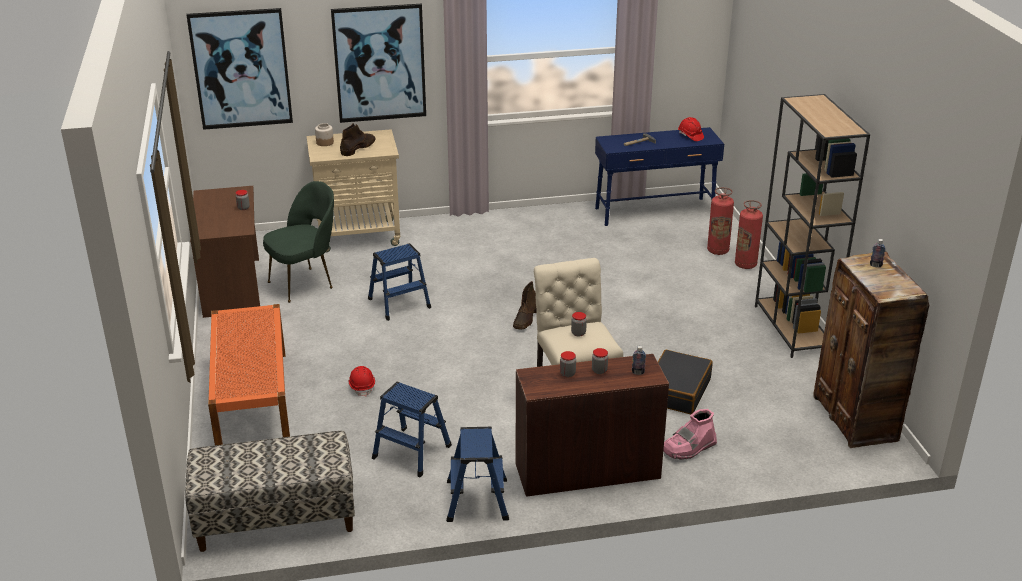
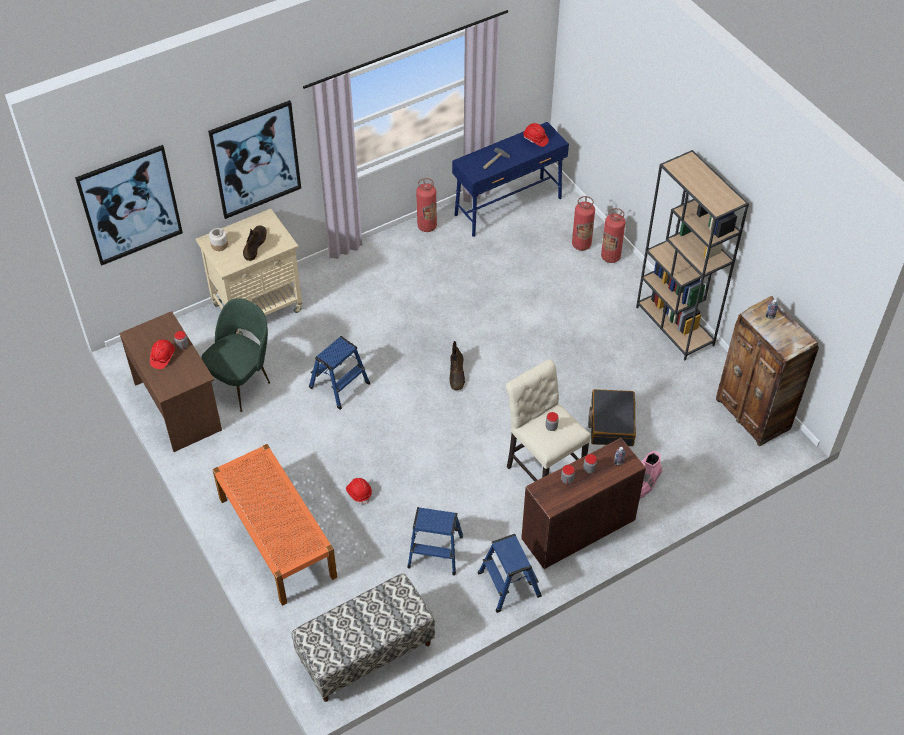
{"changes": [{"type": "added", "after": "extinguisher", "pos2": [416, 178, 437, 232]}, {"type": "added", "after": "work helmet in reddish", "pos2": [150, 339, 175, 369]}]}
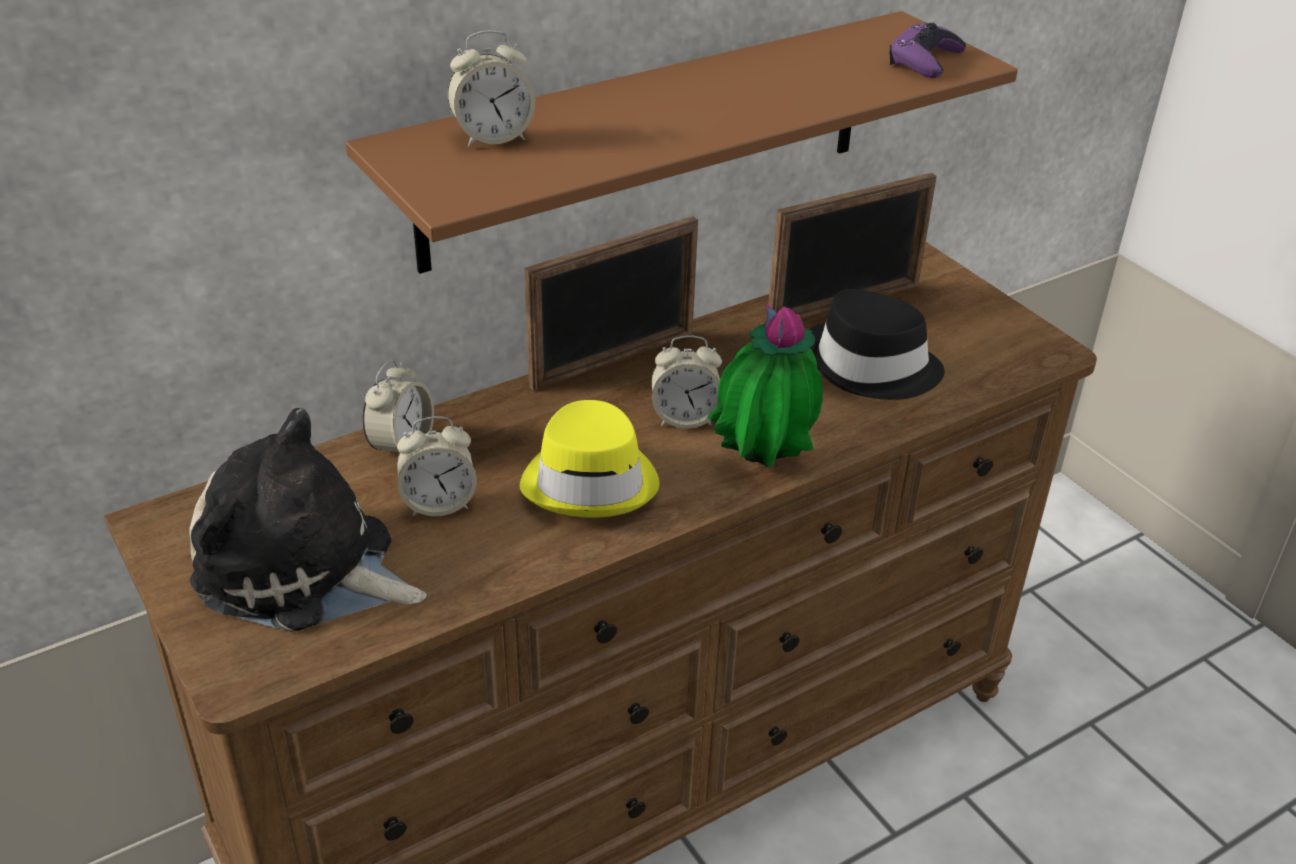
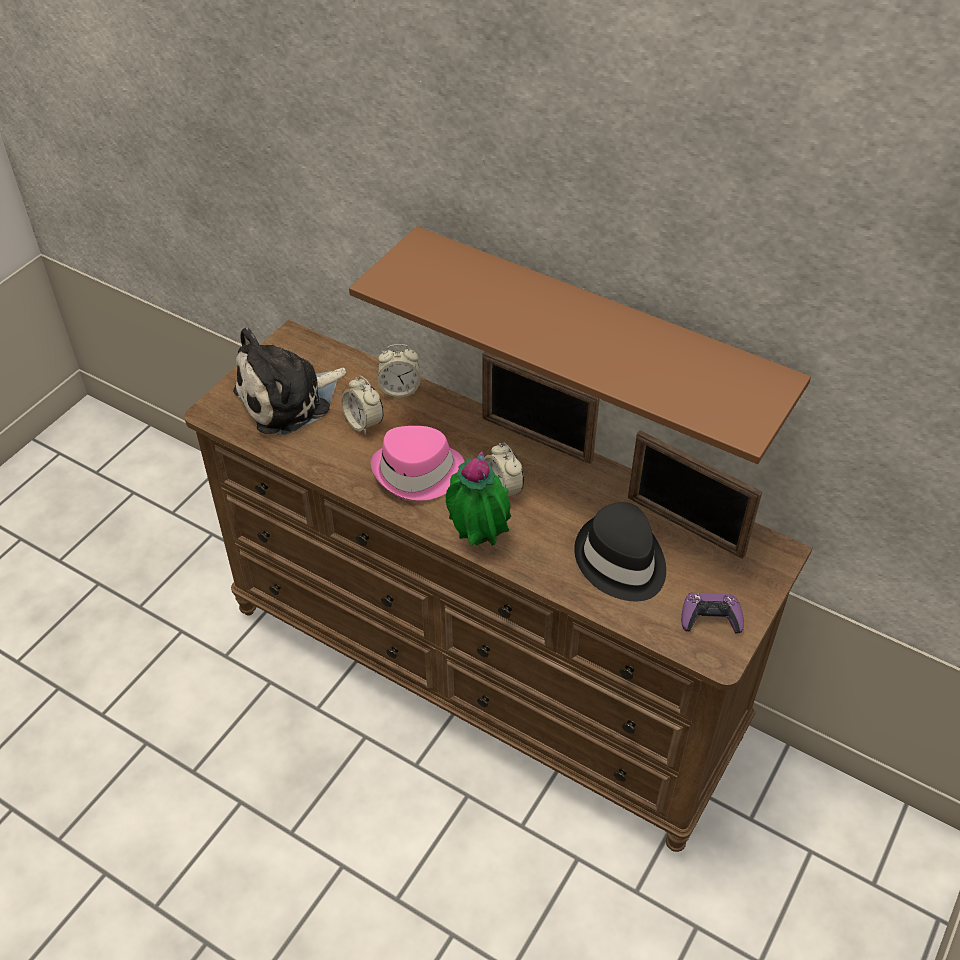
{"changes": [{"type": "moved", "before": "joypad in purple-coloured", "pos1": [889, 23, 966, 78], "pos2": [681, 593, 744, 634]}, {"type": "removed", "before": "alarm clock", "pos1": [448, 30, 535, 148]}, {"type": "recoloured", "before": "wearable hat in yellow-coloured", "after": "wearable hat in pink-coloured", "pos1": [520, 400, 659, 518], "pos2": [370, 426, 465, 501]}, {"type": "turned", "before": "cuddly toy", "pos1": [190, 408, 427, 632], "pos2": [233, 327, 346, 435], "turn": -120}]}
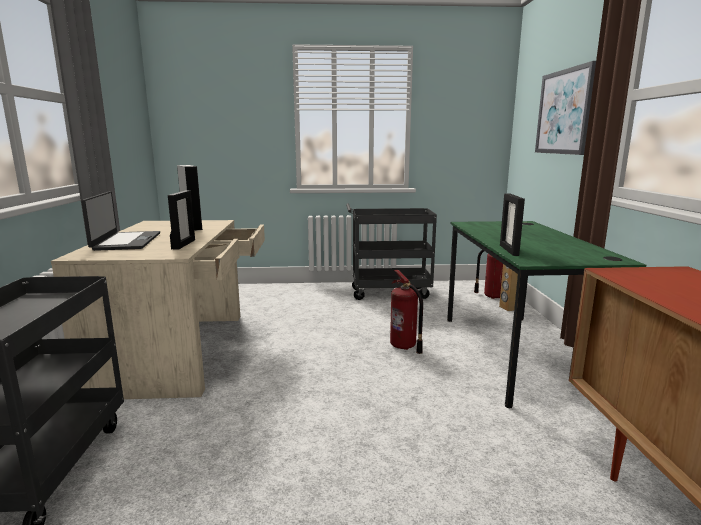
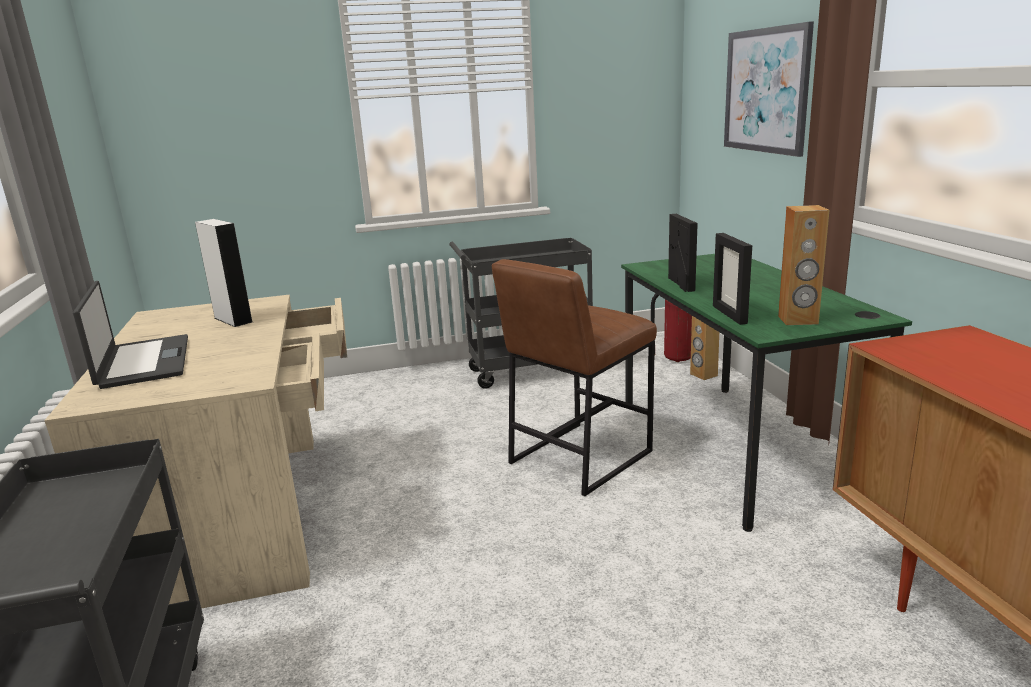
{"changes": [{"type": "moved", "before": "standing frame", "pos1": [168, 190, 195, 250], "pos2": [668, 214, 698, 292]}, {"type": "replaced", "before": "extinguisher", "after": "plain chair in brown", "pos1": [390, 269, 423, 354], "pos2": [492, 259, 657, 496]}, {"type": "added", "after": "loudspeaker in brown", "pos2": [778, 205, 829, 325]}]}
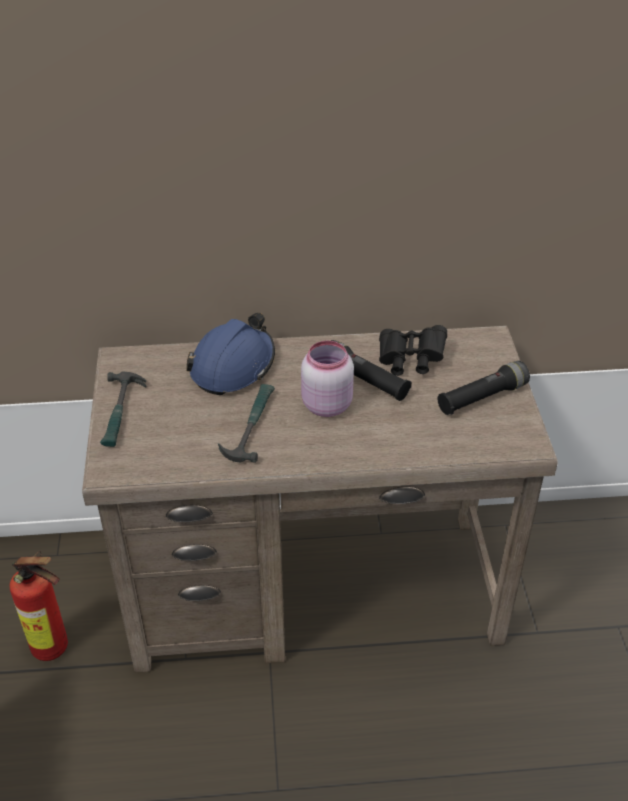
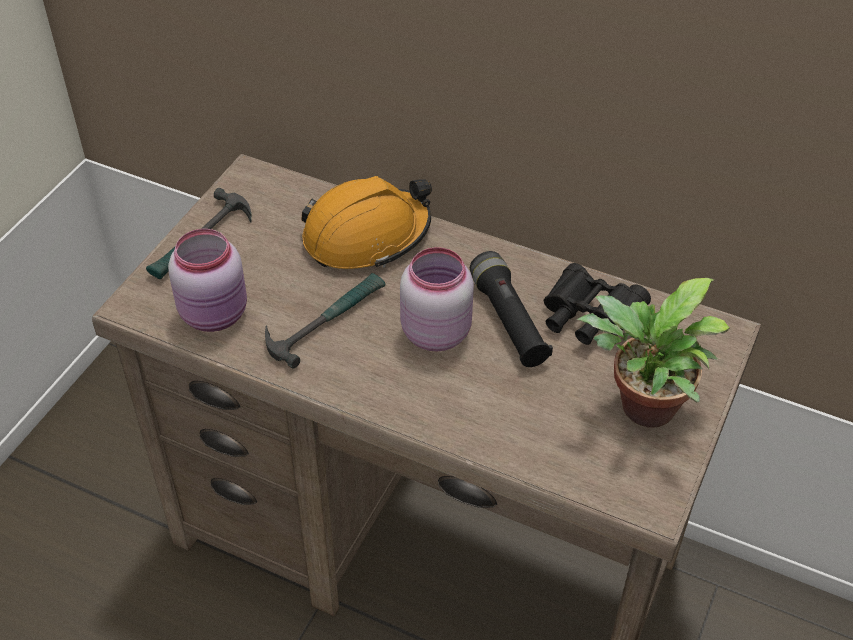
{"changes": [{"type": "recoloured", "before": "work helmet in blue", "after": "work helmet in orange", "pos1": [186, 313, 275, 395], "pos2": [301, 176, 432, 269]}, {"type": "replaced", "before": "flashlight in black-coloured", "after": "plant in a pot", "pos1": [438, 361, 530, 415], "pos2": [577, 278, 730, 427]}, {"type": "removed", "before": "extinguisher", "pos1": [10, 551, 68, 661]}, {"type": "added", "after": "preserve jar in pink-coloured", "pos2": [168, 229, 247, 332]}]}
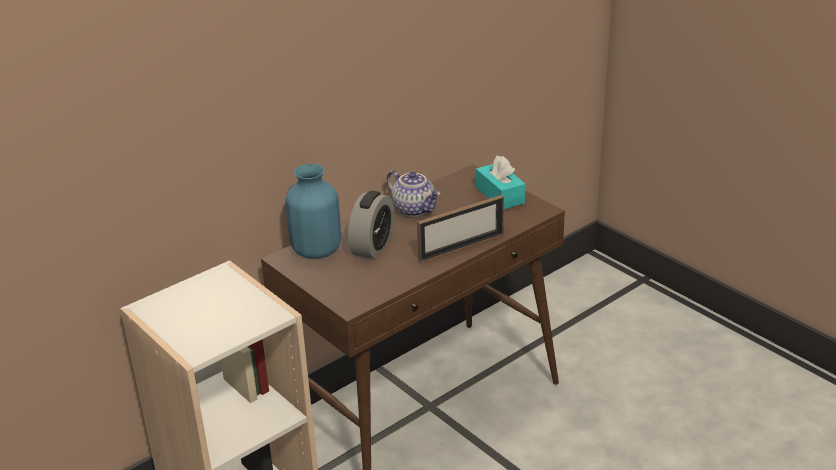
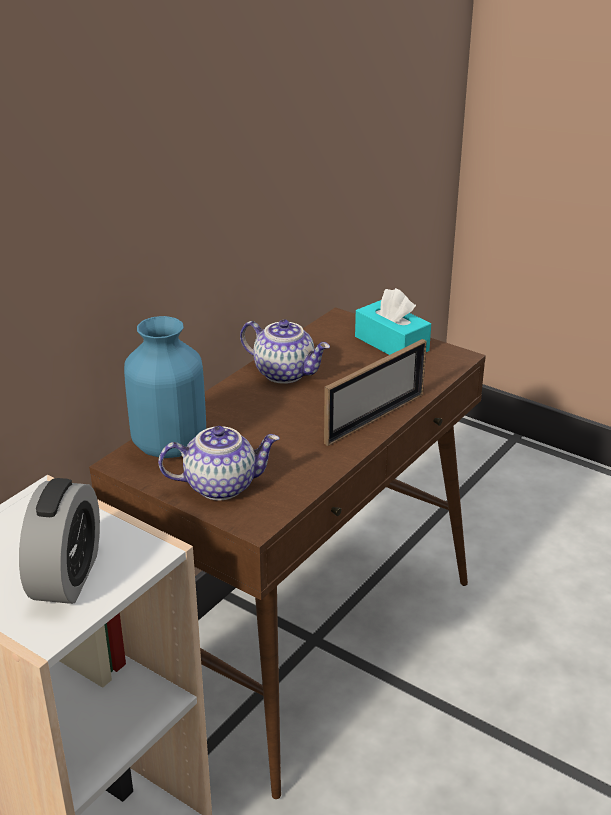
{"changes": [{"type": "moved", "before": "alarm clock", "pos1": [348, 191, 395, 259], "pos2": [19, 478, 100, 604]}, {"type": "added", "after": "pot for tea", "pos2": [158, 426, 280, 500]}]}
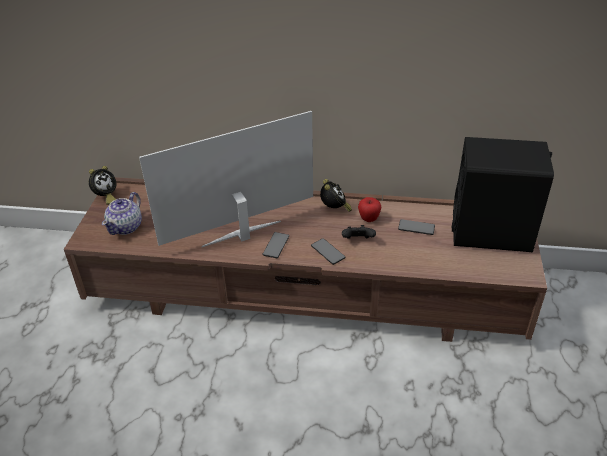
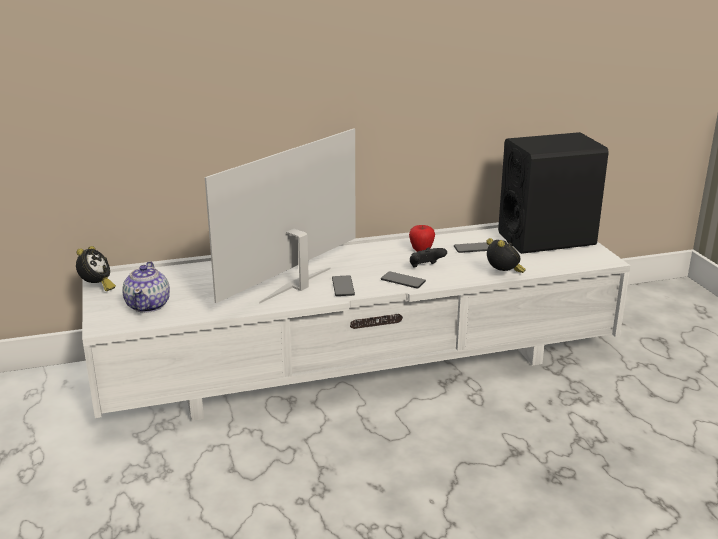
{"changes": [{"type": "recoloured", "before": "media console in brown", "after": "media console in white", "pos1": [64, 177, 547, 342], "pos2": [82, 222, 631, 421]}, {"type": "moved", "before": "alarm clock", "pos1": [320, 179, 352, 212], "pos2": [486, 238, 526, 273]}]}
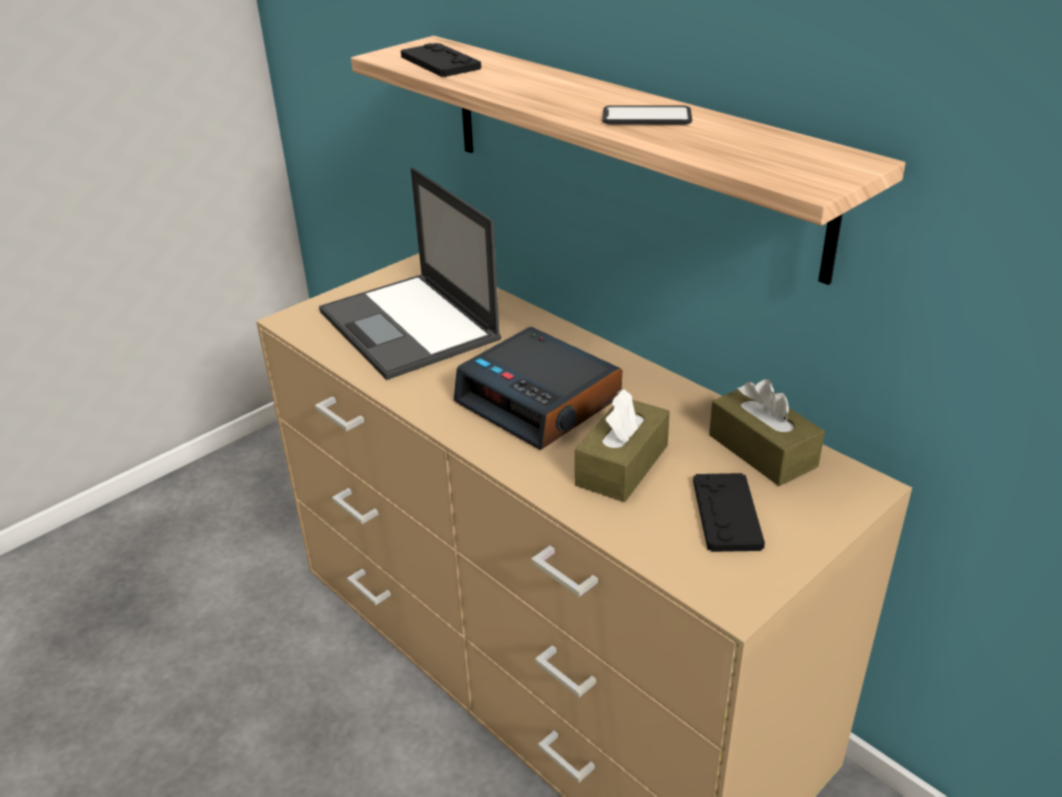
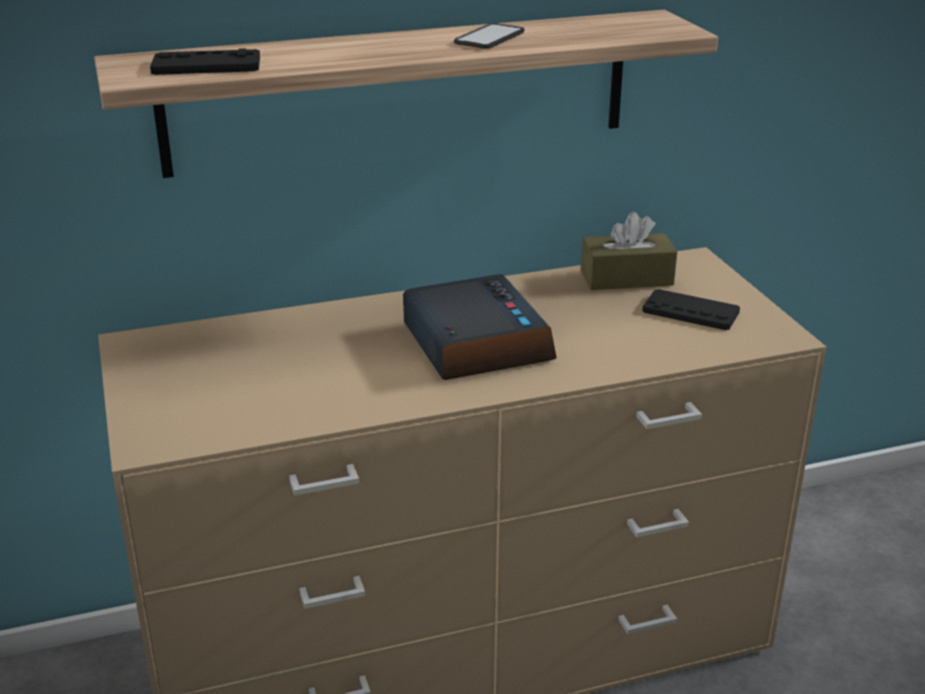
{"changes": [{"type": "removed", "before": "notebook computer", "pos1": [319, 168, 501, 380]}, {"type": "turned", "before": "alarm clock", "pos1": [454, 327, 622, 450], "pos2": [403, 274, 557, 380], "turn": -90}, {"type": "removed", "before": "box of tissues in brown", "pos1": [575, 389, 670, 502]}]}
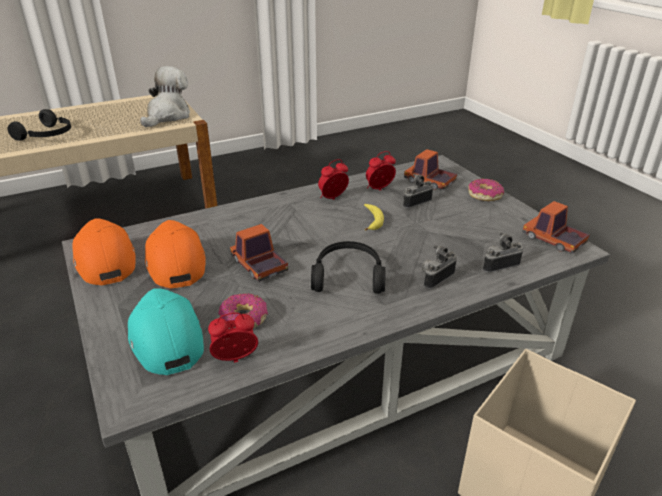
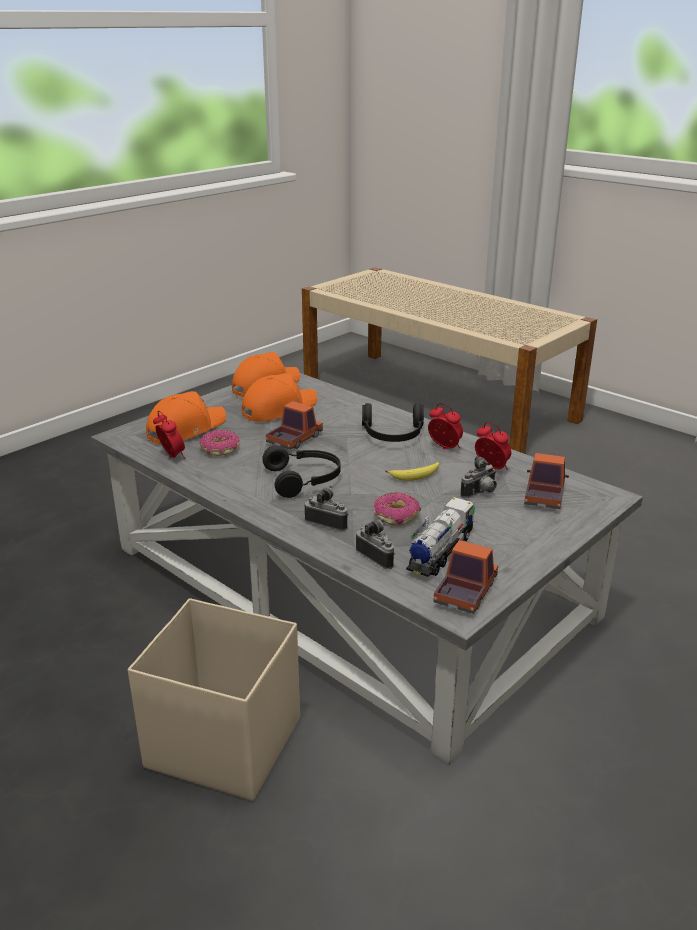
{"changes": [{"type": "removed", "before": "cuddly toy", "pos1": [140, 66, 190, 127]}, {"type": "moved", "before": "headphones in black-coloured", "pos1": [8, 109, 71, 141], "pos2": [362, 403, 424, 442]}, {"type": "turned", "before": "photo camera", "pos1": [403, 174, 433, 209], "pos2": [460, 456, 497, 498], "turn": 105}, {"type": "moved", "before": "donut", "pos1": [468, 179, 504, 201], "pos2": [374, 492, 421, 526]}, {"type": "recoloured", "before": "peaked cap in blue-green", "after": "peaked cap in orange", "pos1": [128, 288, 204, 375], "pos2": [146, 391, 226, 444]}, {"type": "added", "after": "toy truck", "pos2": [406, 497, 475, 577]}]}
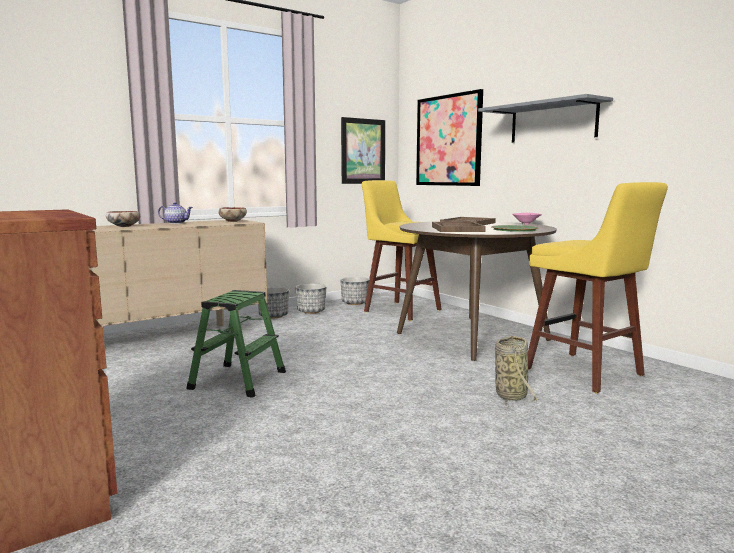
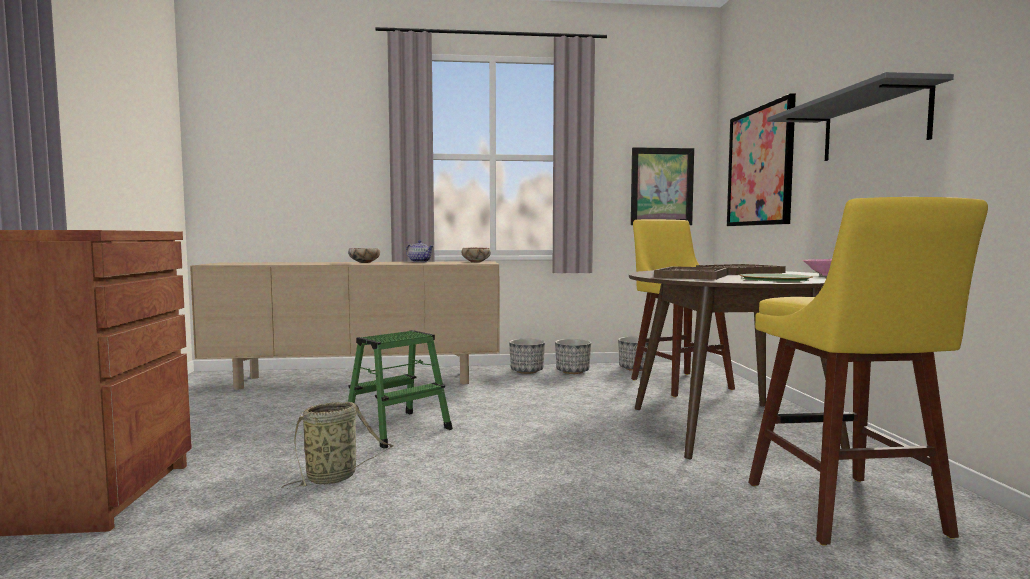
{"changes": [{"type": "moved", "before": "household basket", "pos1": [495, 336, 539, 407], "pos2": [282, 402, 393, 489]}]}
